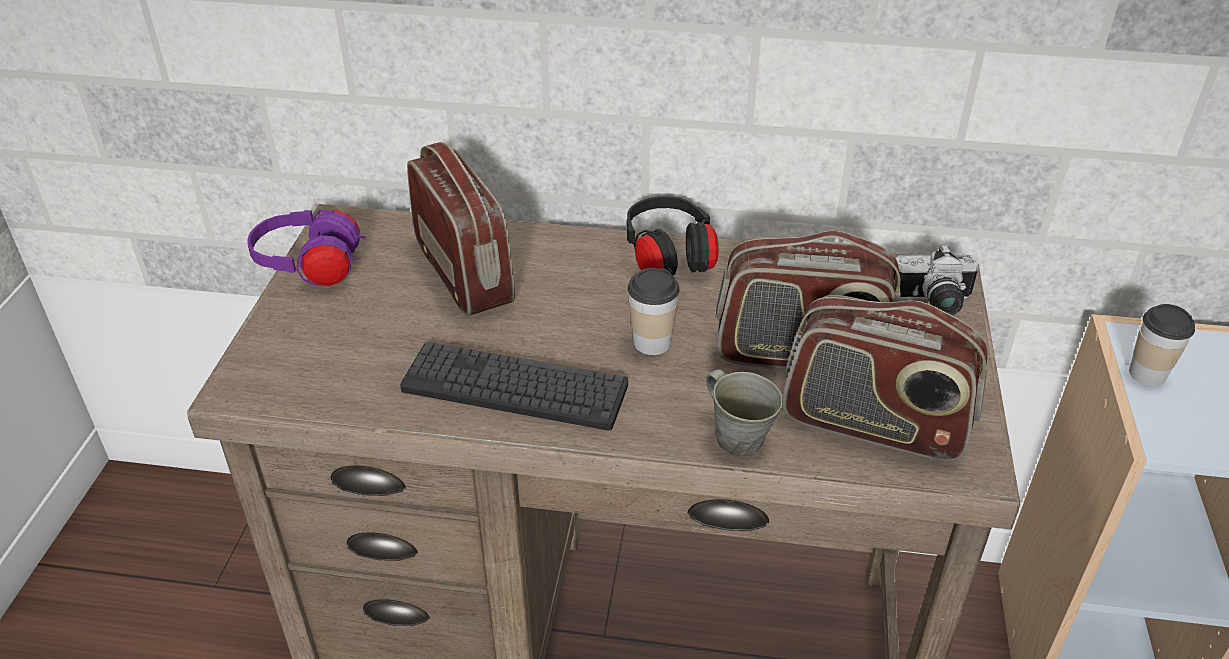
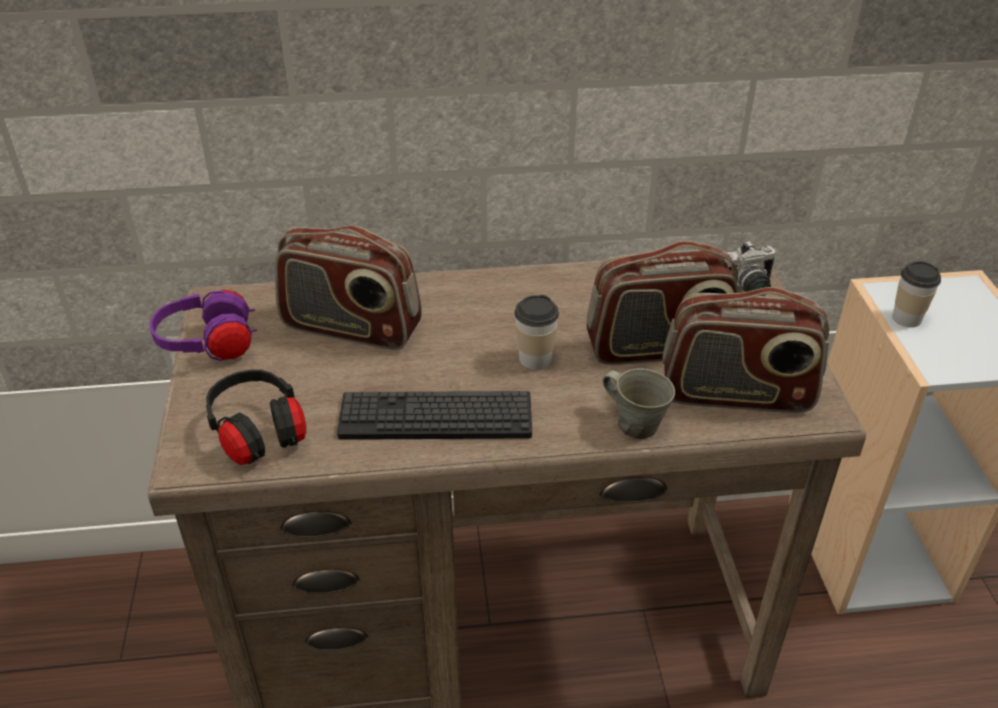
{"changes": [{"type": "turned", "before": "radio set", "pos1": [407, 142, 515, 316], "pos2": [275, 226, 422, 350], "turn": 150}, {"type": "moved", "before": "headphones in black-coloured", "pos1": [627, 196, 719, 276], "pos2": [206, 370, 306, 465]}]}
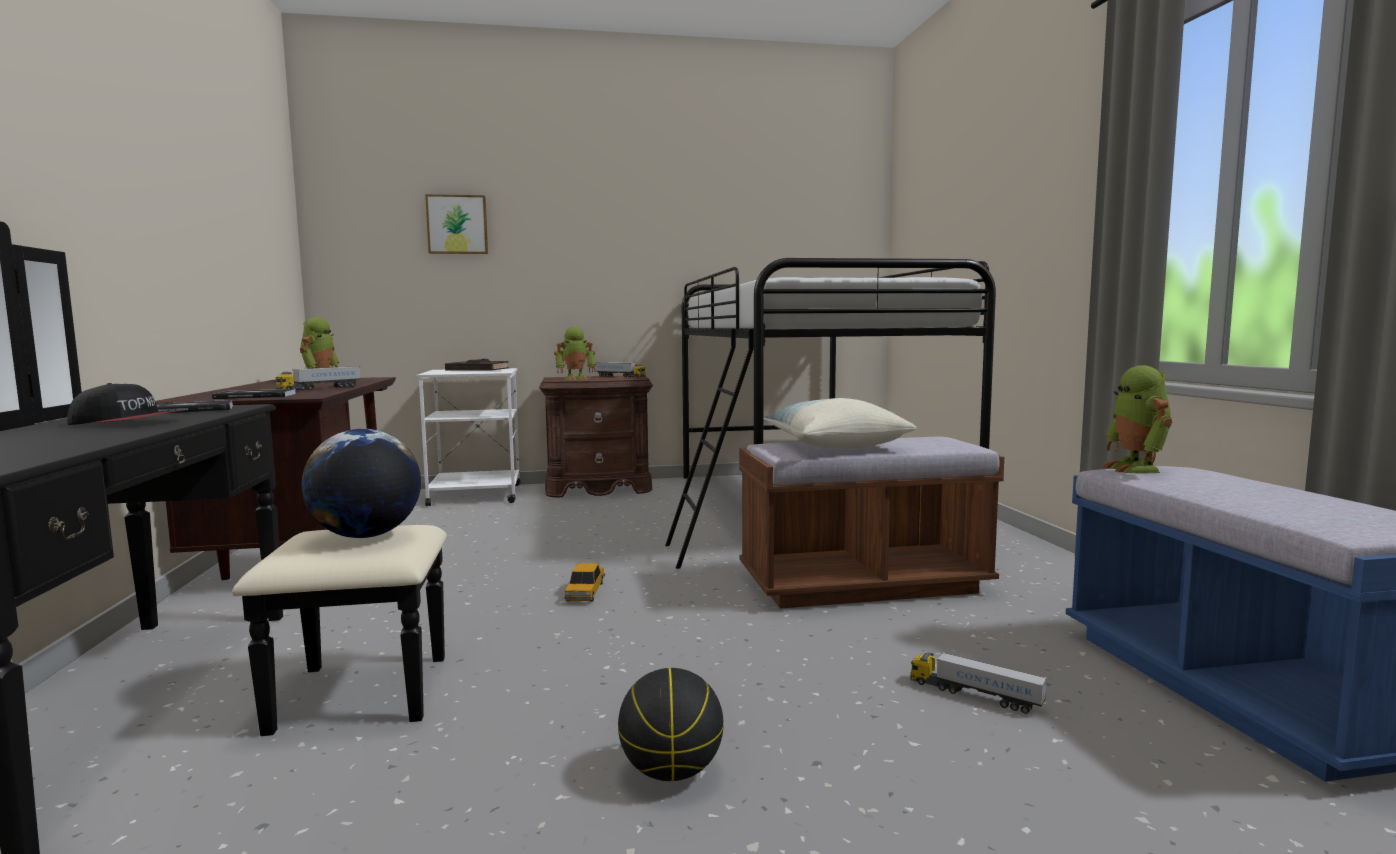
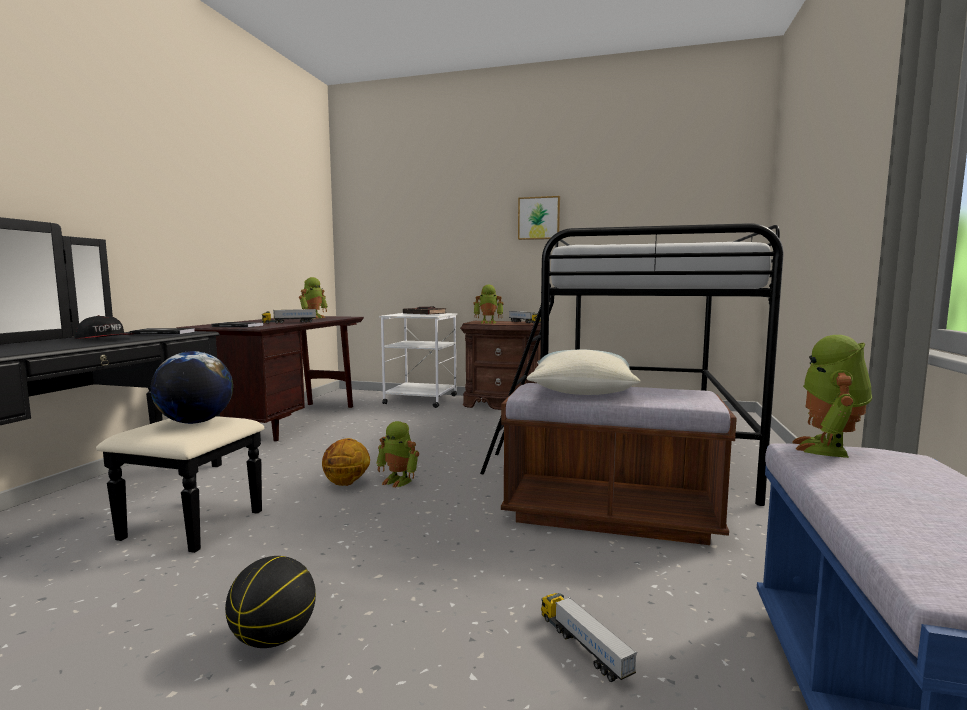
{"changes": [{"type": "moved", "before": "wall picture", "pos1": [425, 194, 488, 254], "pos2": [518, 196, 560, 240]}, {"type": "replaced", "before": "miniature car", "after": "toy robot", "pos1": [564, 563, 605, 601], "pos2": [377, 421, 419, 488]}, {"type": "added", "after": "basketball", "pos2": [322, 438, 370, 486]}]}
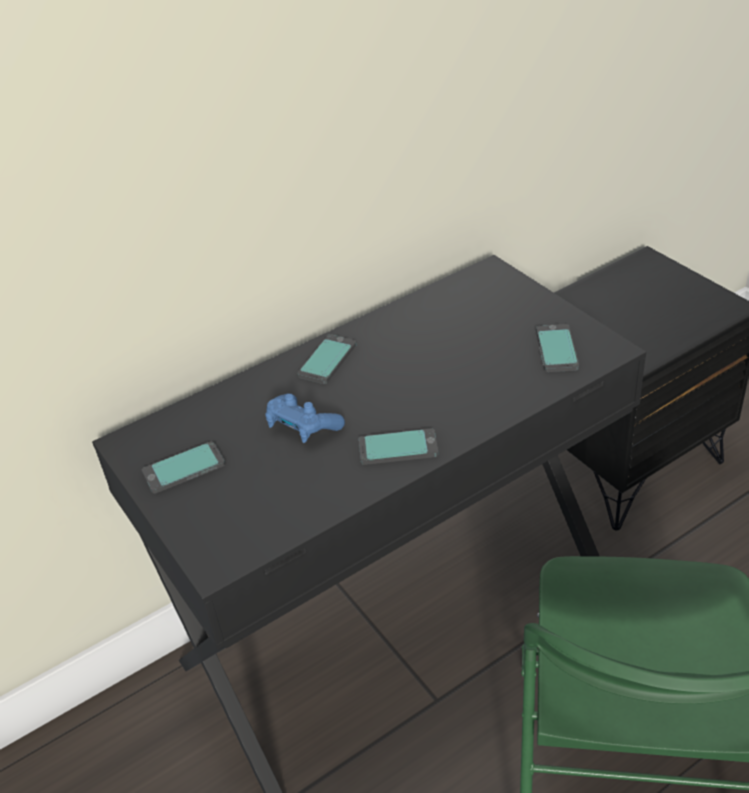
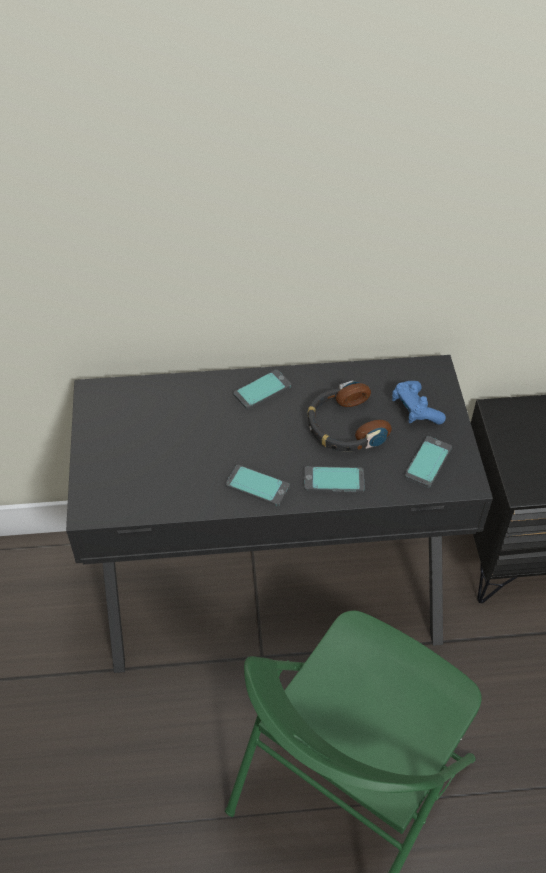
{"changes": [{"type": "moved", "before": "joypad in blue", "pos1": [265, 394, 345, 443], "pos2": [392, 381, 446, 424]}, {"type": "moved", "before": "phone", "pos1": [142, 441, 225, 494], "pos2": [304, 466, 364, 492]}, {"type": "added", "after": "headphones", "pos2": [307, 380, 392, 452]}]}
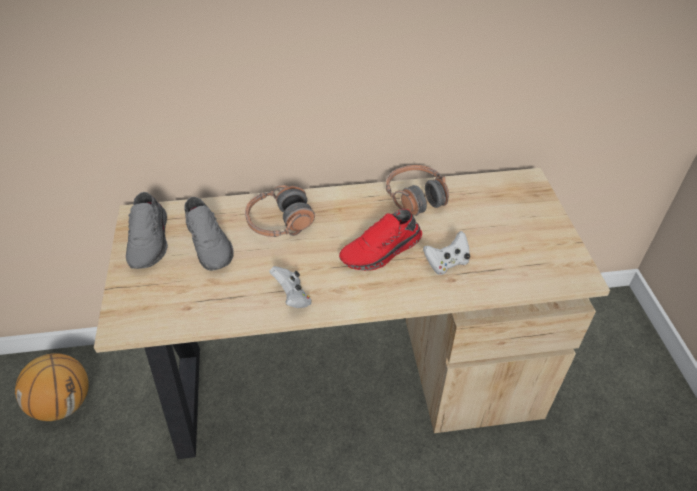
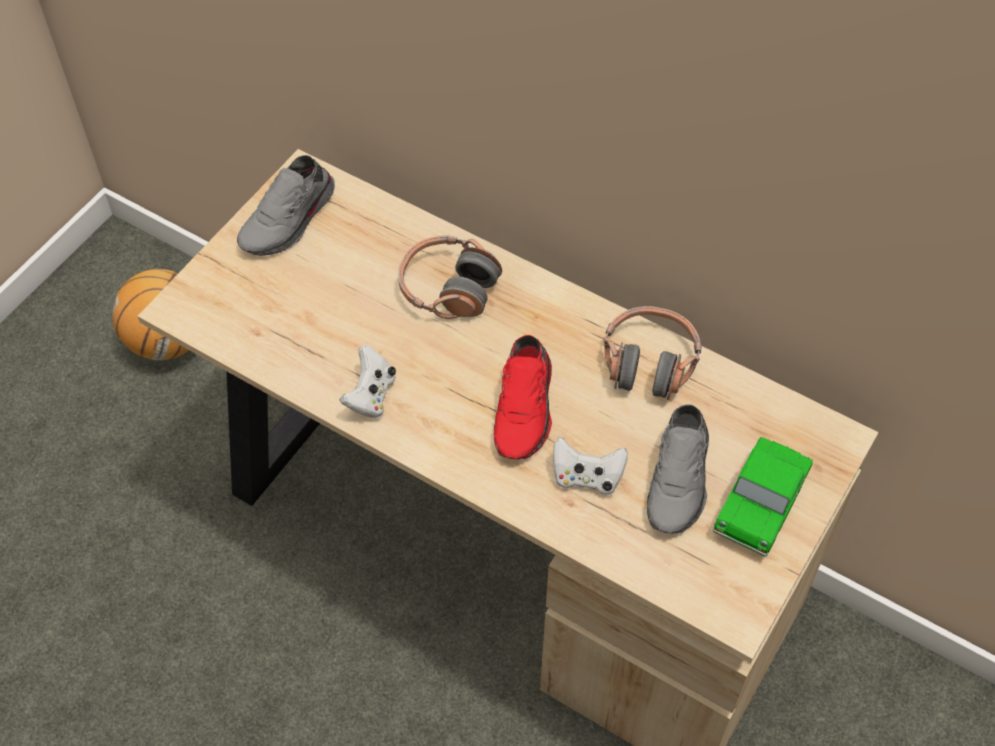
{"changes": [{"type": "moved", "before": "low shoe in greyish", "pos1": [184, 197, 233, 271], "pos2": [647, 404, 709, 534]}, {"type": "turned", "before": "low shoe in reddish", "pos1": [339, 209, 422, 271], "pos2": [494, 335, 552, 460], "turn": -90}, {"type": "added", "after": "miniature car", "pos2": [713, 437, 813, 556]}]}
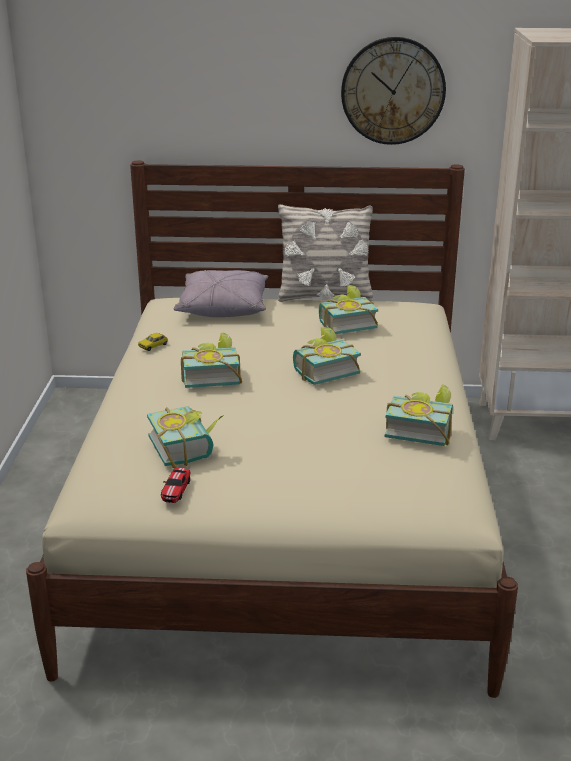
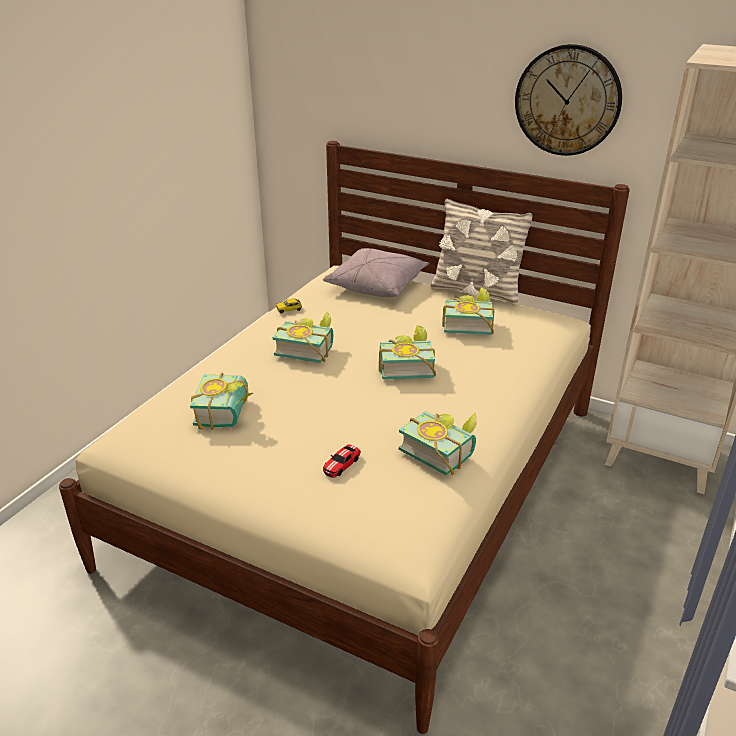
{"changes": [{"type": "moved", "before": "miniature car", "pos1": [161, 468, 190, 503], "pos2": [323, 444, 361, 478]}]}
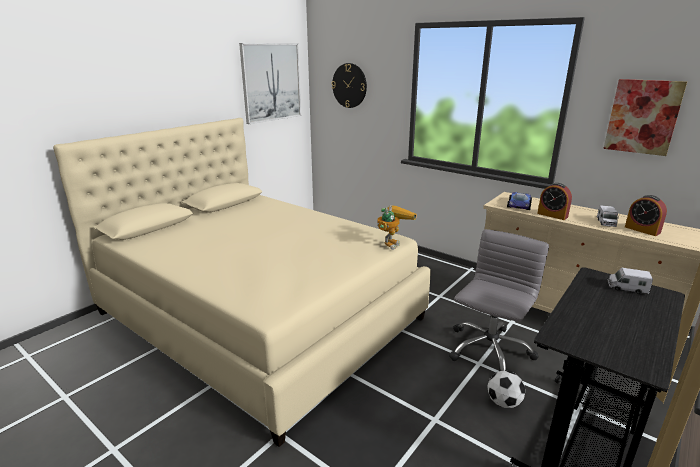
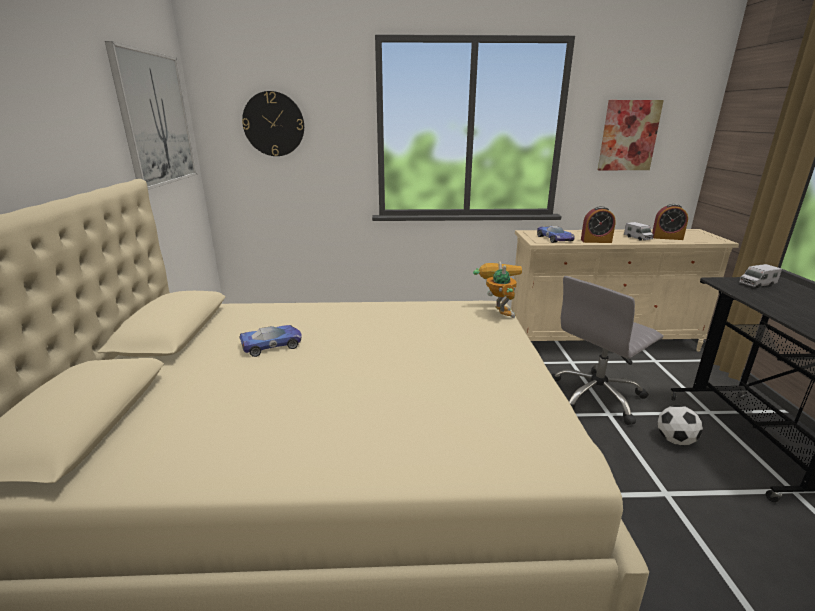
{"changes": [{"type": "turned", "before": "desk chair in greyish", "pos1": [449, 229, 549, 371], "pos2": [551, 276, 664, 425], "turn": -120}, {"type": "added", "after": "miniature car", "pos2": [239, 325, 301, 357]}]}
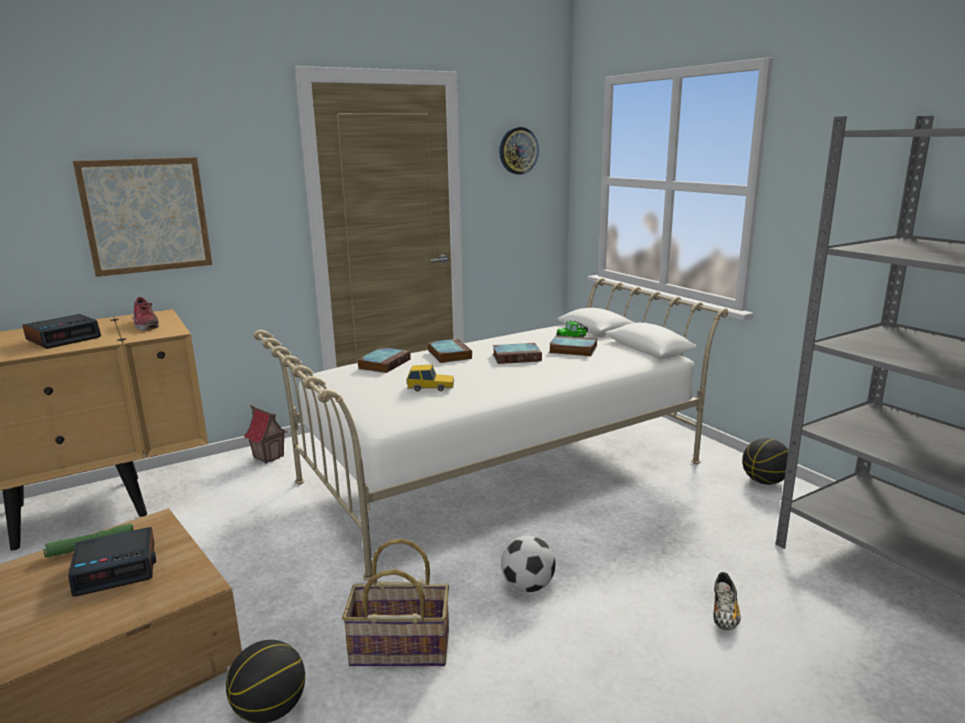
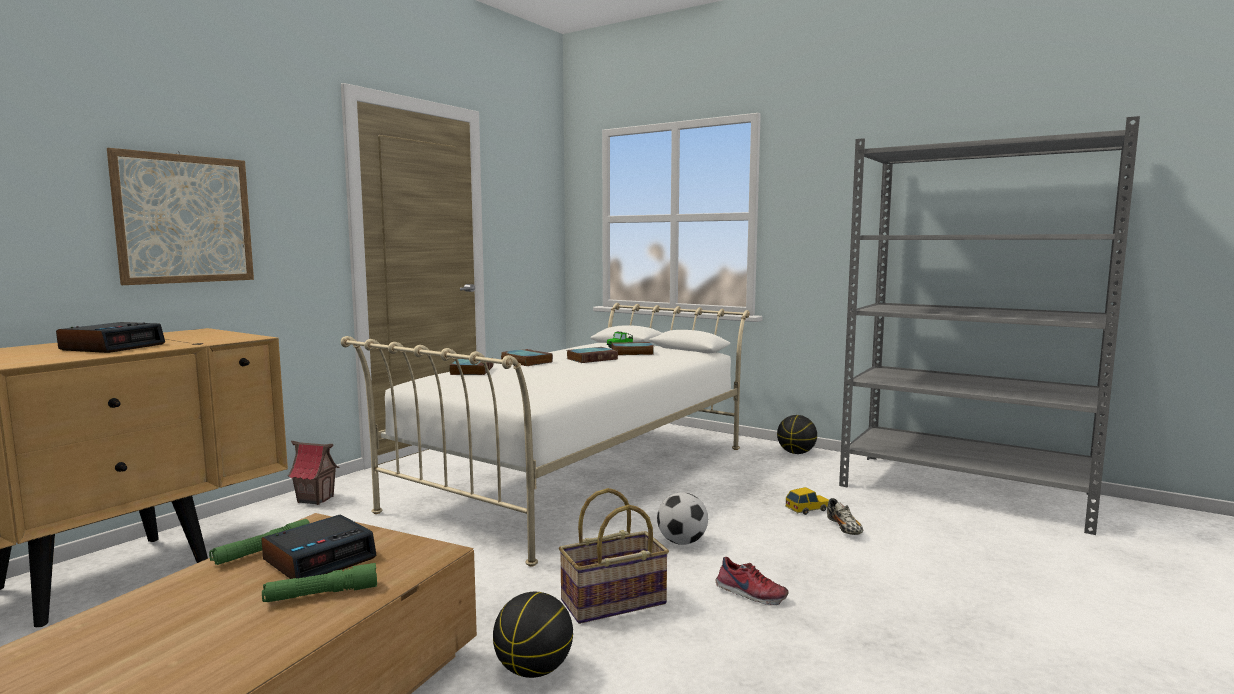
{"changes": [{"type": "removed", "before": "hanging clock", "pos1": [499, 127, 539, 175]}, {"type": "moved", "before": "low shoe", "pos1": [133, 297, 159, 330], "pos2": [716, 557, 789, 605]}, {"type": "moved", "before": "miniature car", "pos1": [407, 365, 454, 392], "pos2": [785, 487, 829, 515]}, {"type": "added", "after": "flashlight in green-coloured", "pos2": [262, 563, 377, 602]}]}
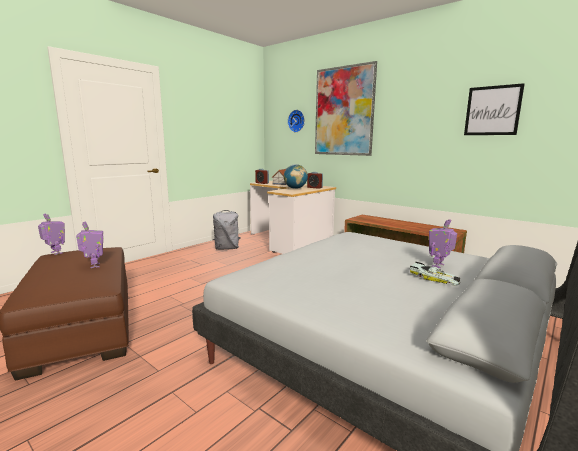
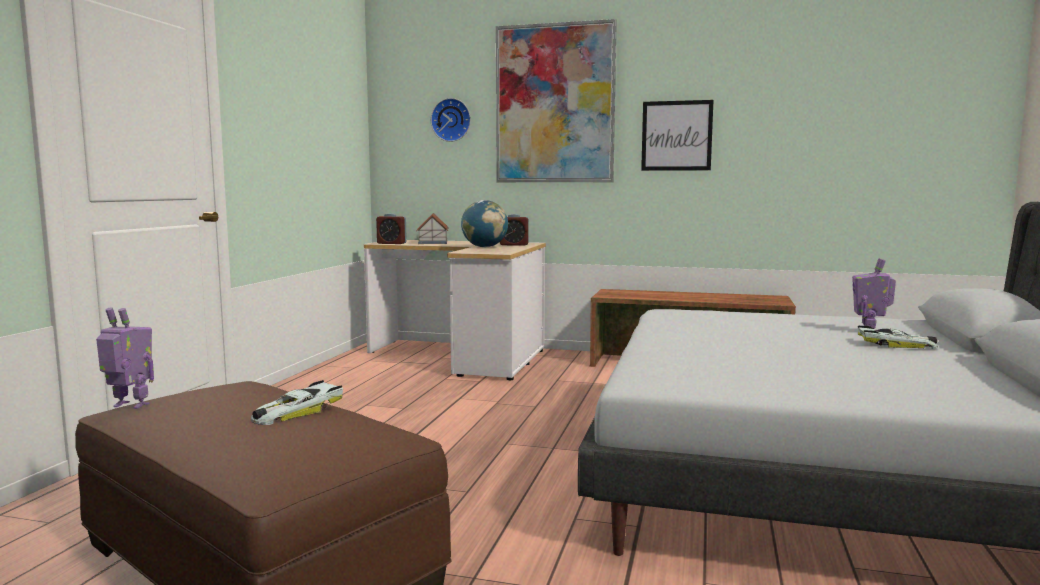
{"changes": [{"type": "moved", "before": "wall picture", "pos1": [464, 83, 525, 135], "pos2": [641, 100, 714, 171]}, {"type": "removed", "before": "knapsack in greyish", "pos1": [213, 210, 241, 250]}, {"type": "replaced", "before": "toy robot", "after": "miniature car", "pos1": [76, 221, 104, 268], "pos2": [251, 380, 344, 425]}]}
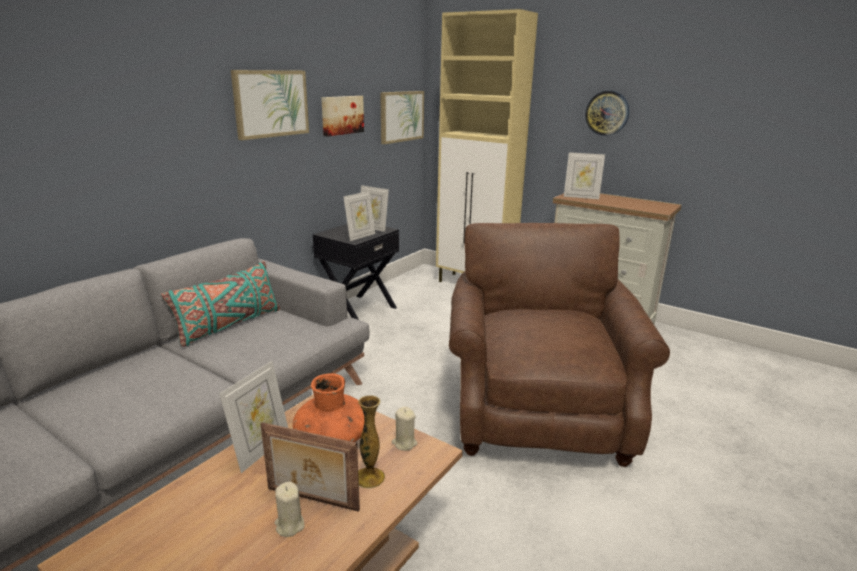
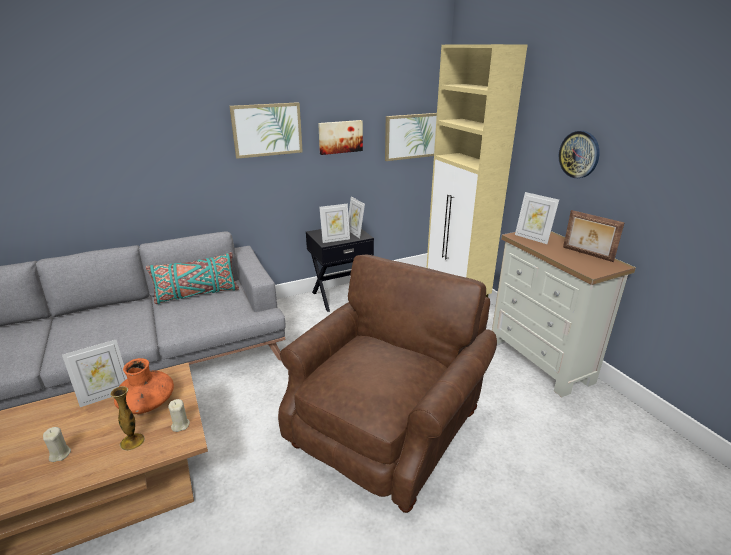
{"changes": [{"type": "moved", "before": "standing frame", "pos1": [261, 422, 360, 512], "pos2": [563, 210, 624, 262]}]}
